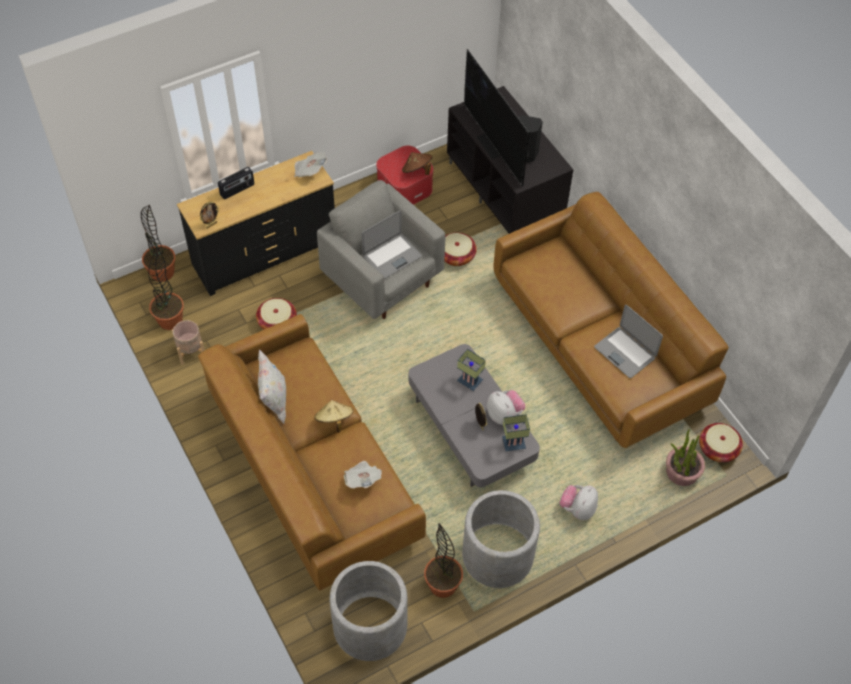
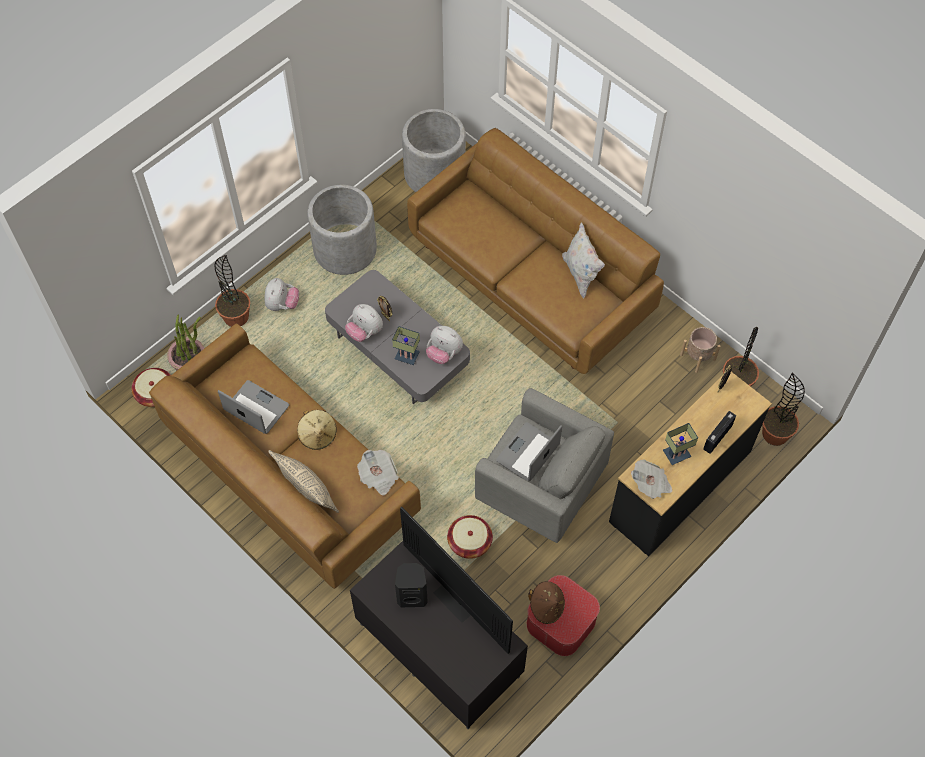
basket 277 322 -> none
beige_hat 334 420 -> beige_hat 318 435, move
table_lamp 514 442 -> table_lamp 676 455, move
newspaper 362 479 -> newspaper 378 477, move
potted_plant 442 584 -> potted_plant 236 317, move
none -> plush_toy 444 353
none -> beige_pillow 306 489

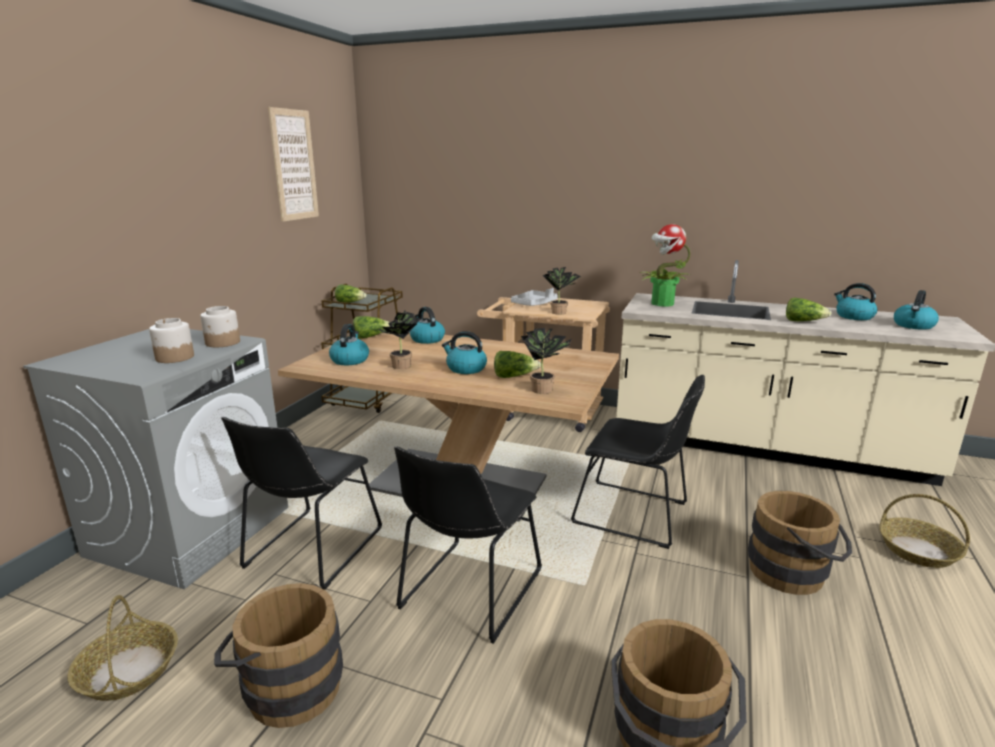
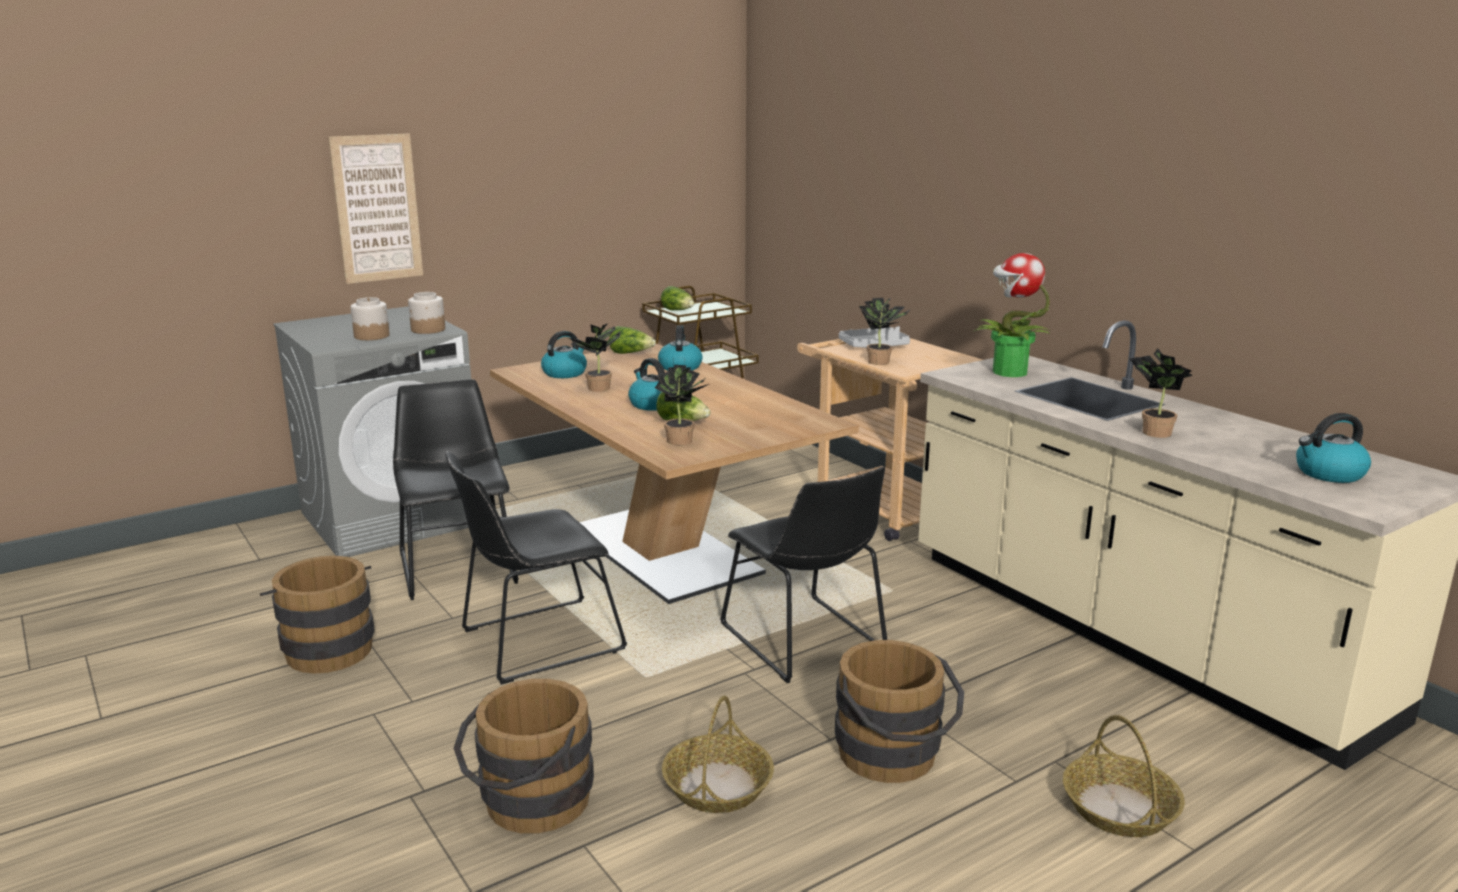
picture 294 165 -> picture 377 208, move
kettle 853 316 -> none
lettuce 803 321 -> potted_plant 1152 432
black_chair 310 551 -> black_chair 457 564, 105 degrees clockwise
basket 129 671 -> basket 718 786, move

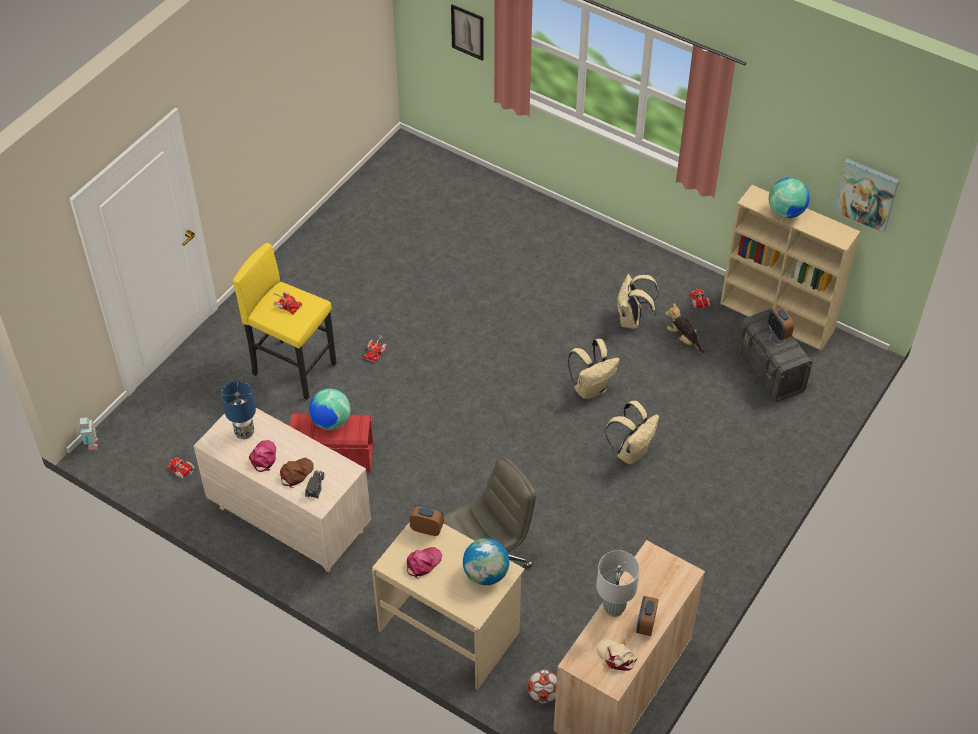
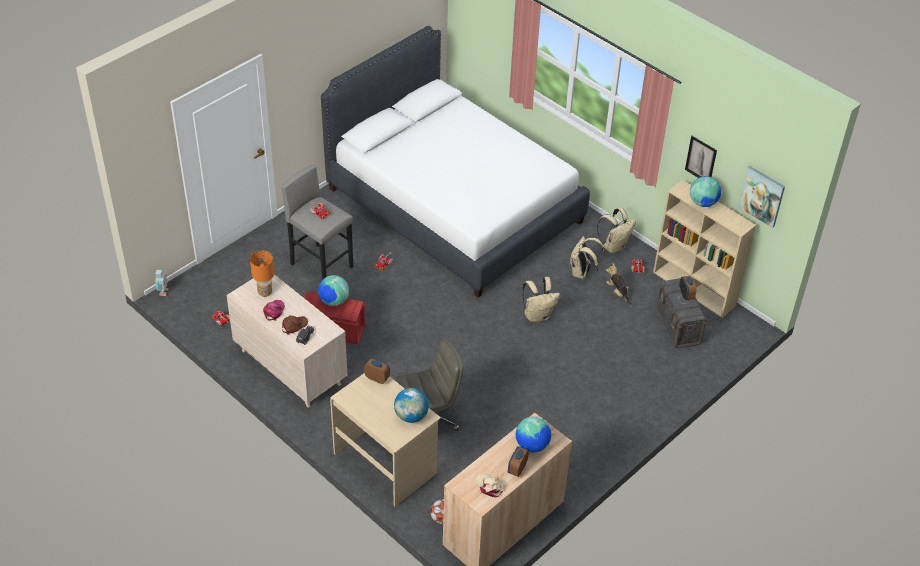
picture 467 32 -> picture 701 159, move
yellow_stool 294 368 -> grey_stool 321 265
blue_table_lamp 244 432 -> orange_table_lamp 265 292
beige_backpack 631 452 -> beige_backpack 614 246, move
pink_cap 423 563 -> none
grey_table_lamp 614 608 -> none
none -> white_bed 454 205
none -> globe 532 445

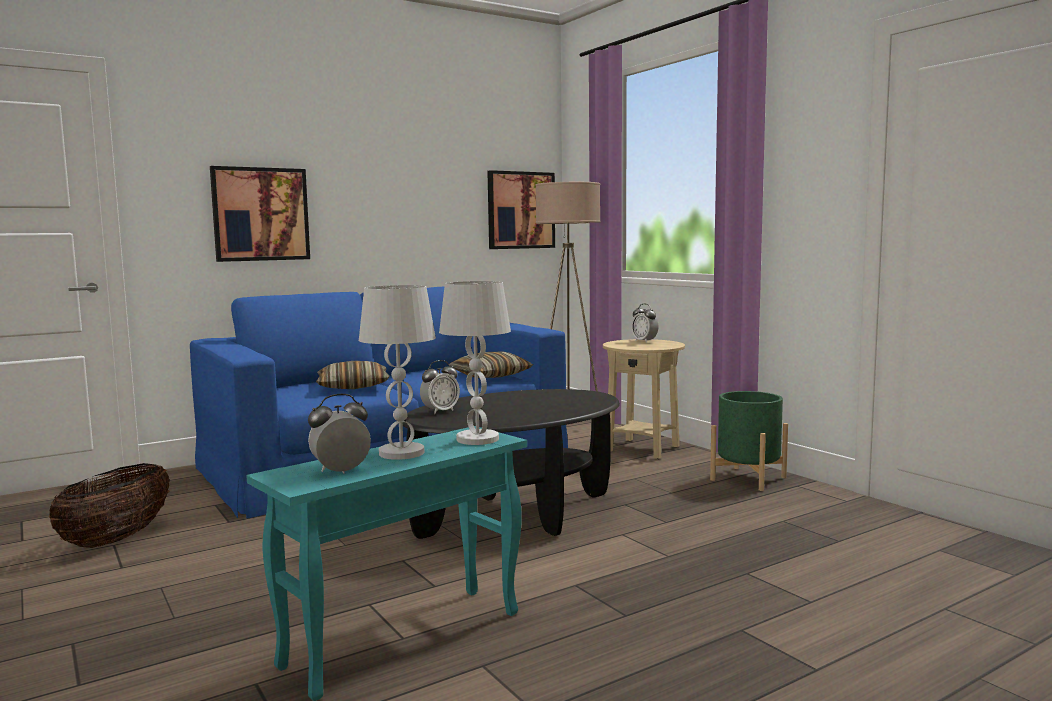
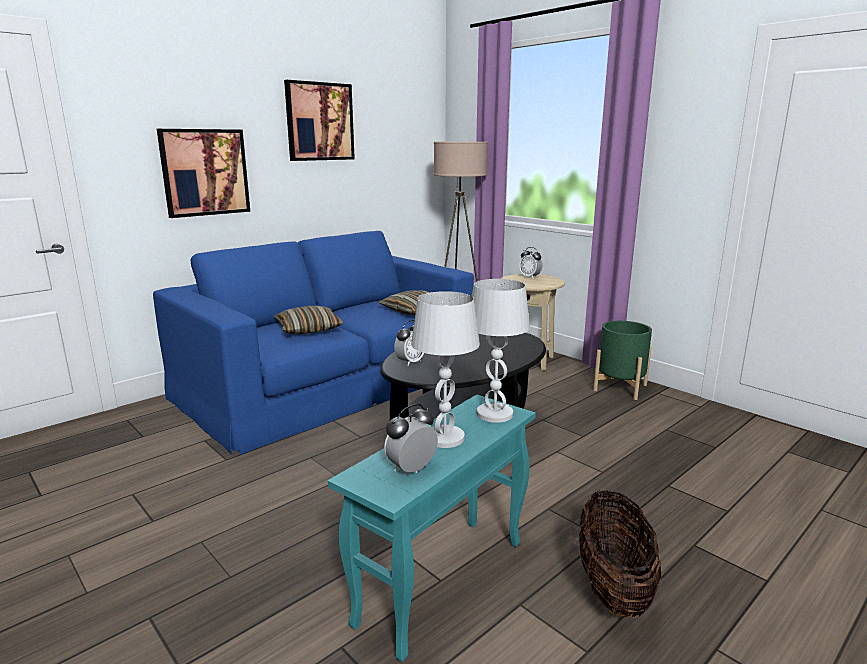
picture 520 210 -> picture 319 122, move
basket 117 539 -> basket 613 586, move

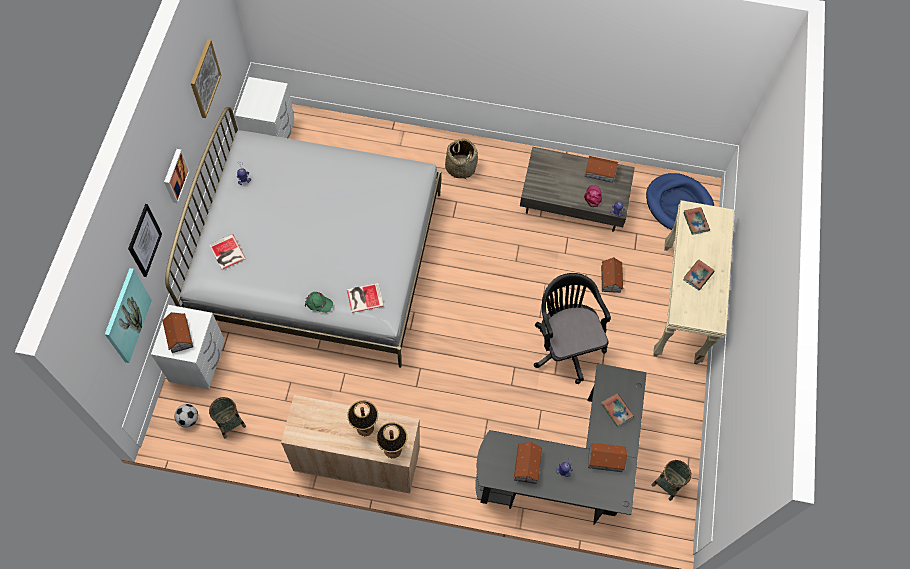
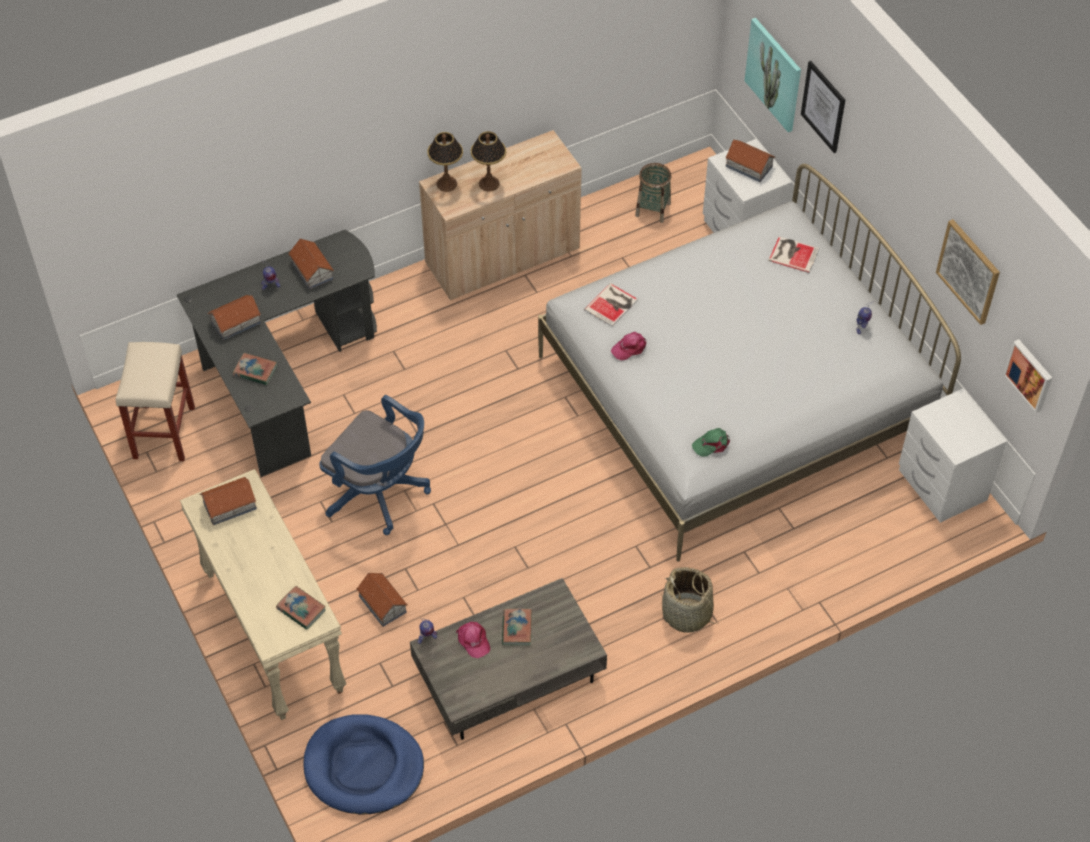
picture 174 175 -> picture 1030 375, move
toy_house 599 171 -> toy_house 230 505, move
book 698 276 -> book 517 628, move
black_office_chair 565 344 -> blue_office_chair 380 494
green_cap 318 303 -> green_cap 712 444, move
football 188 419 -> none
basket 667 484 -> beige_stool 163 431
none -> pink_cap 629 348

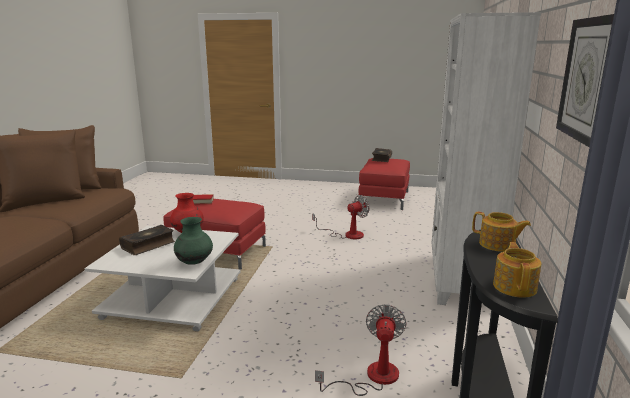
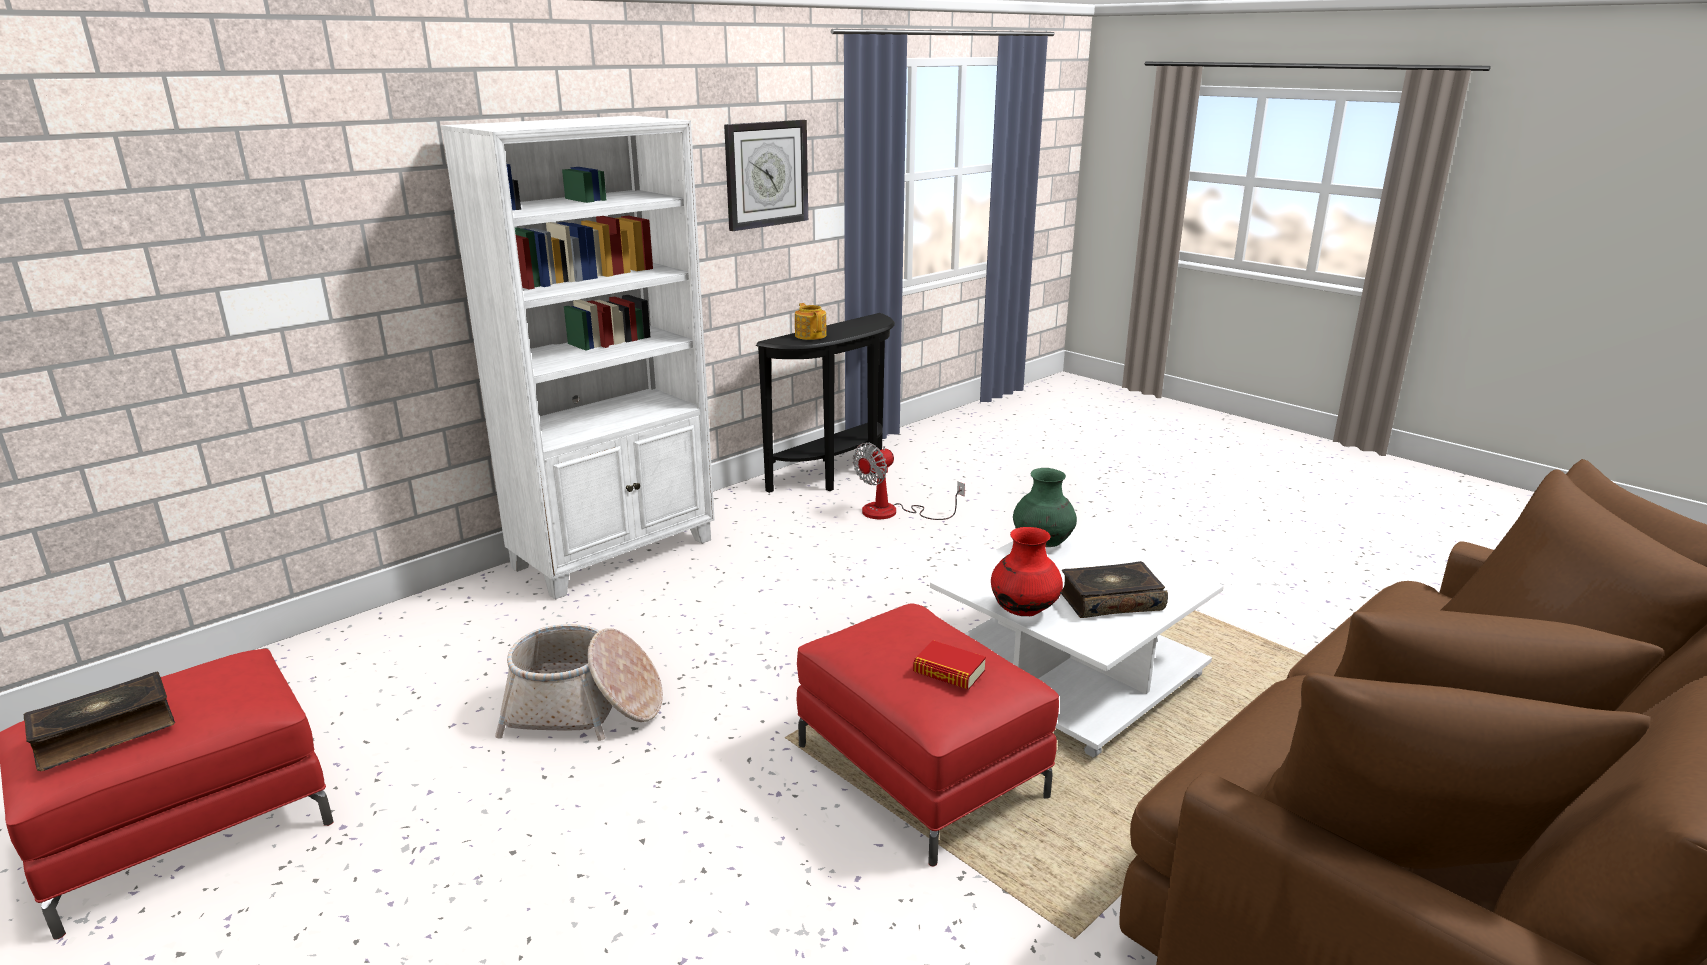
fan 347 234 -> basket 584 709
teapot 515 286 -> none

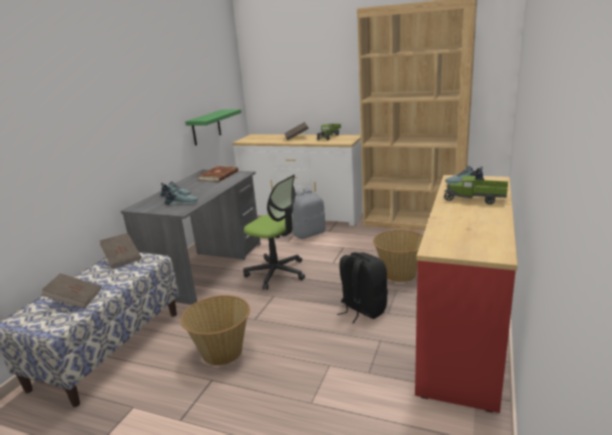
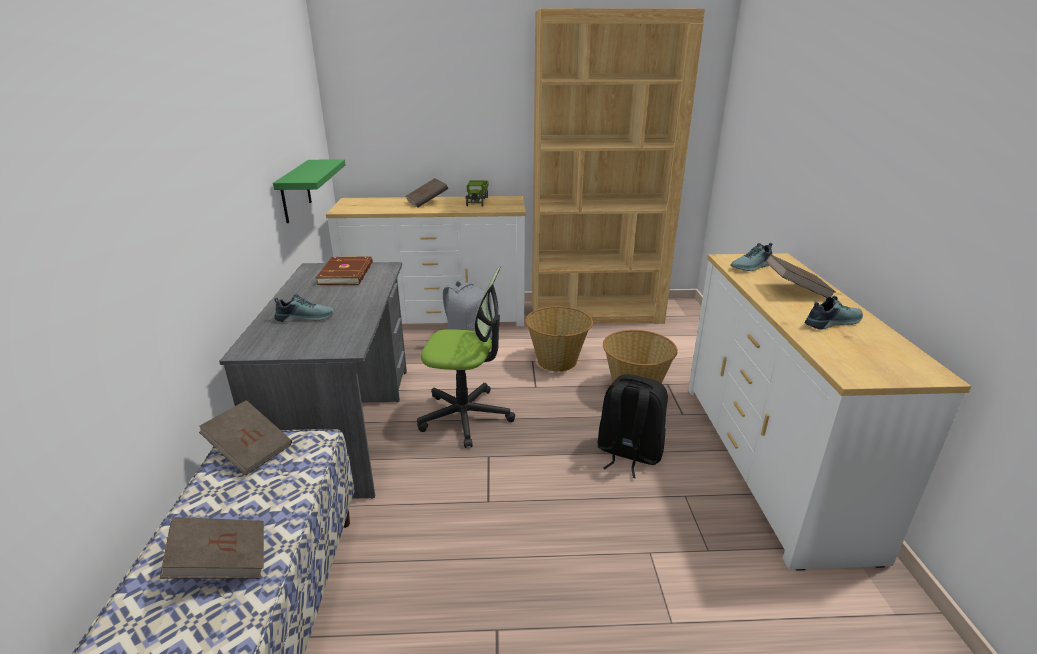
red_dresser 464 332 -> white_dresser 770 461
toy_truck 475 199 -> brown_book 796 290
shoe 182 203 -> shoe 830 322, move
basket 222 353 -> basket 557 361, move

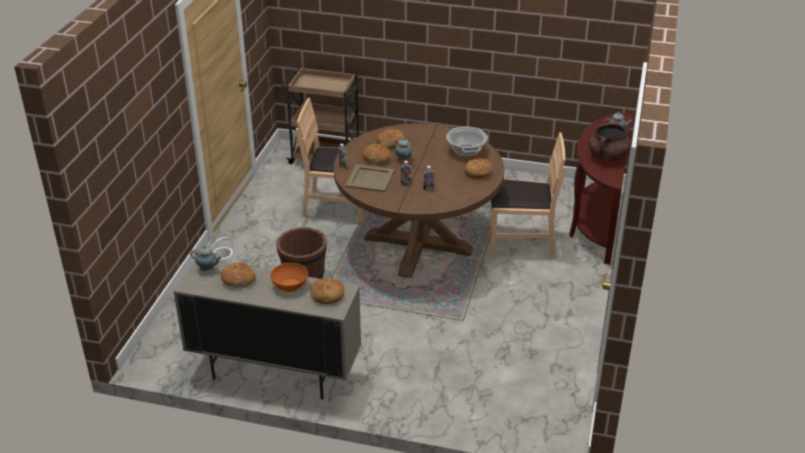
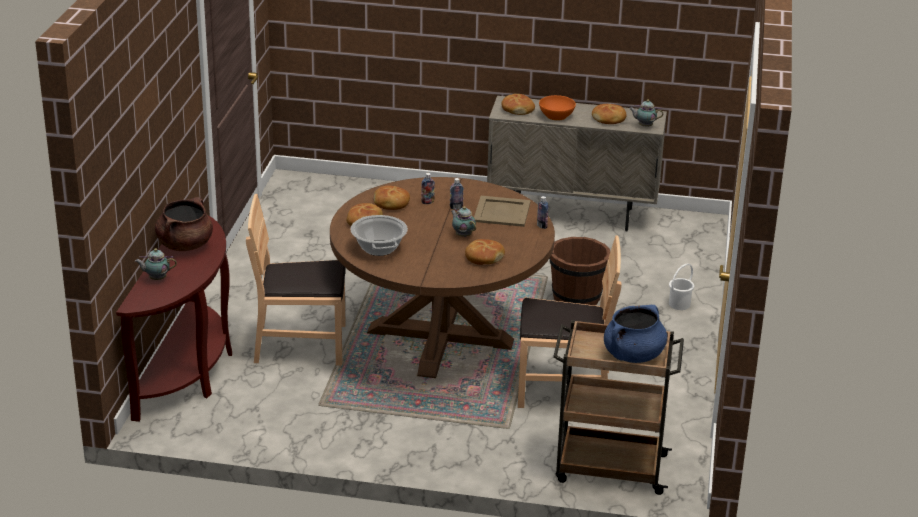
bread 377 158 -> bread 391 203, move
none -> blue_cooking_pot 633 355

